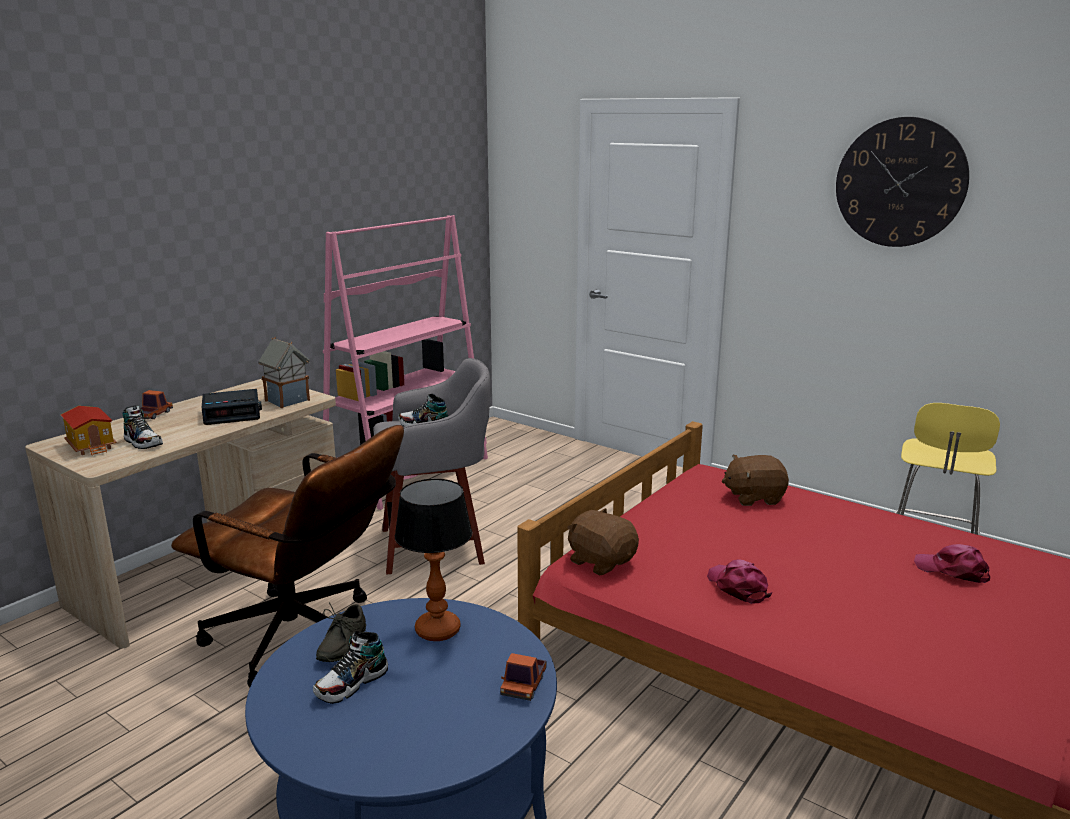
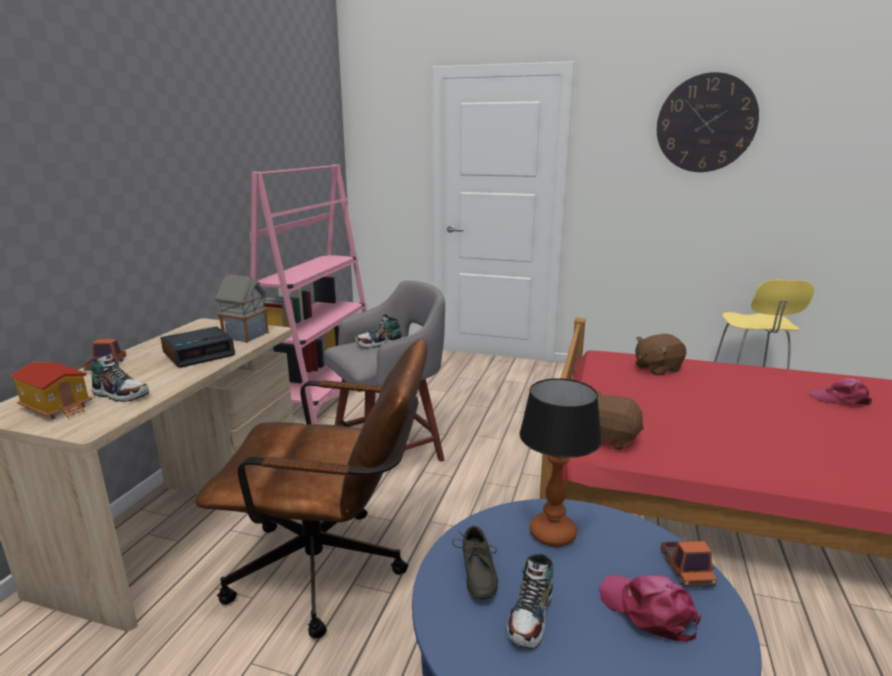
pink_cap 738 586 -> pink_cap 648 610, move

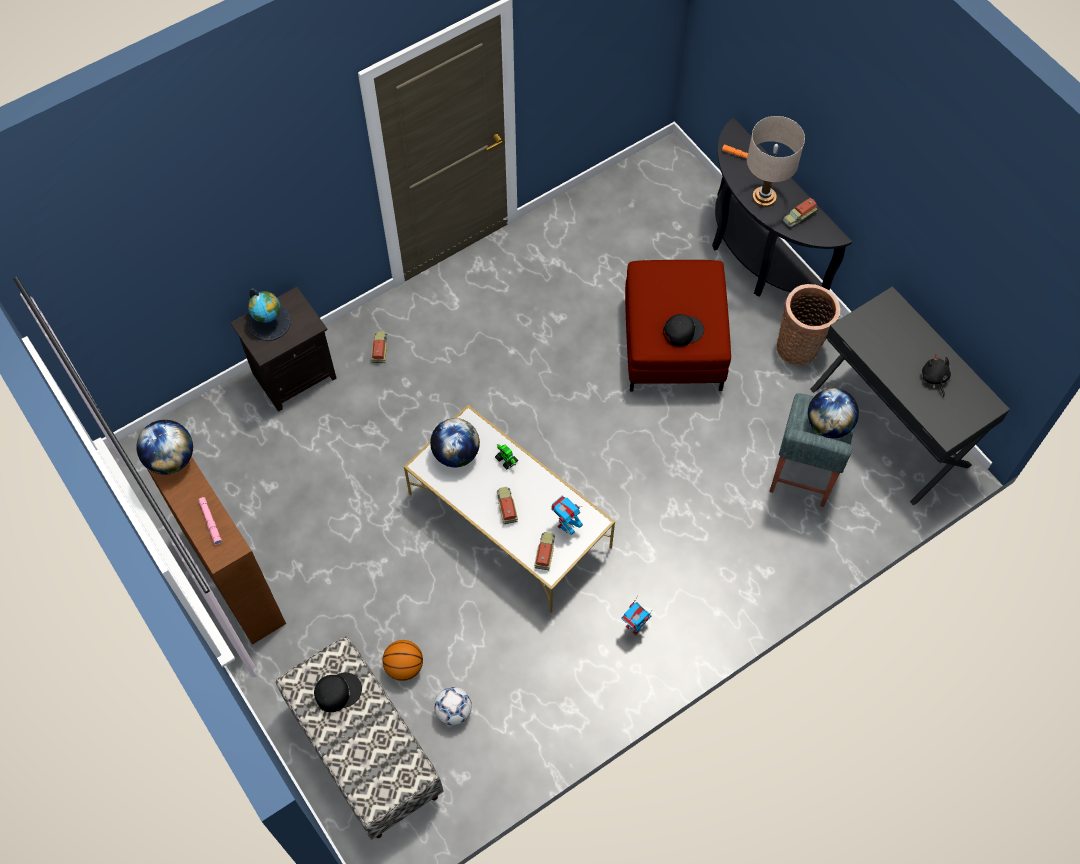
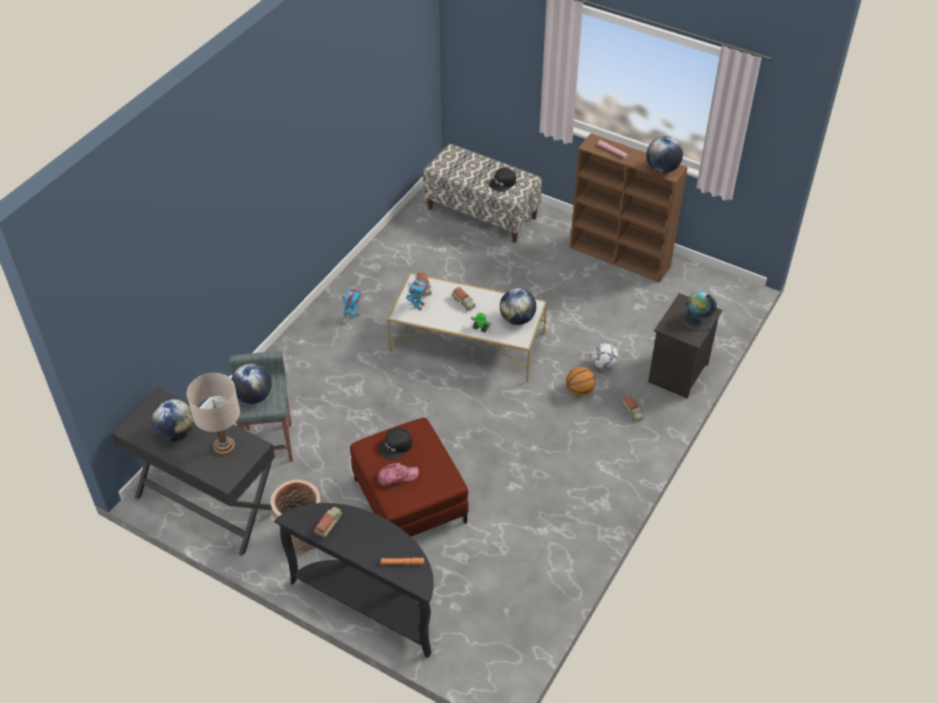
beige_table_lamp 764 198 -> beige_table_lamp 224 446, move
black_plush_toy 934 378 -> globe 176 433
basketball 404 666 -> basketball 580 391, move
football 454 711 -> football 603 364, move
none -> cap 397 476

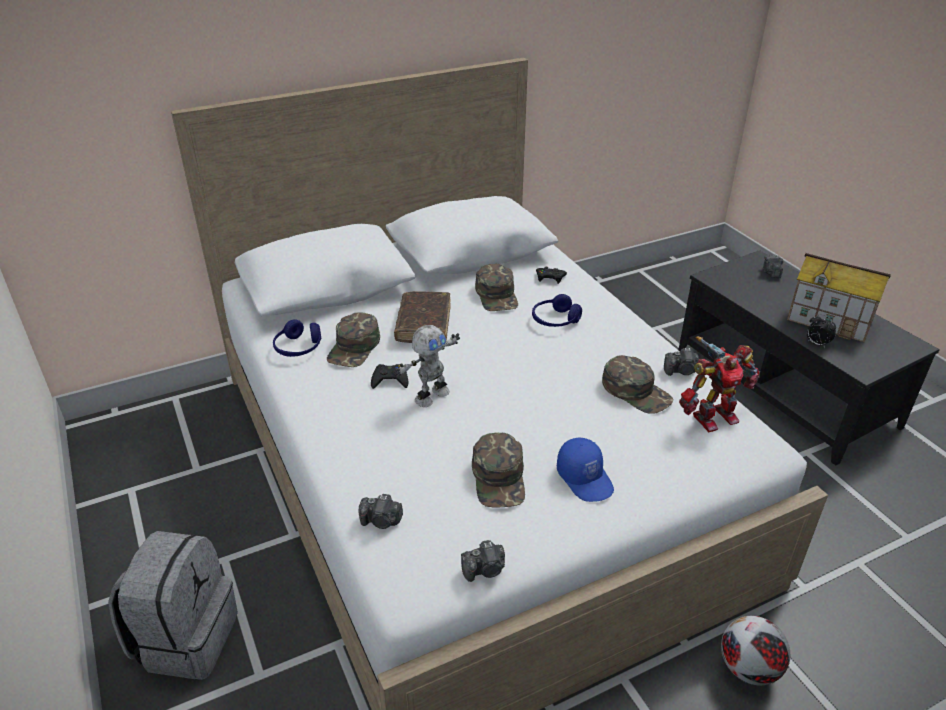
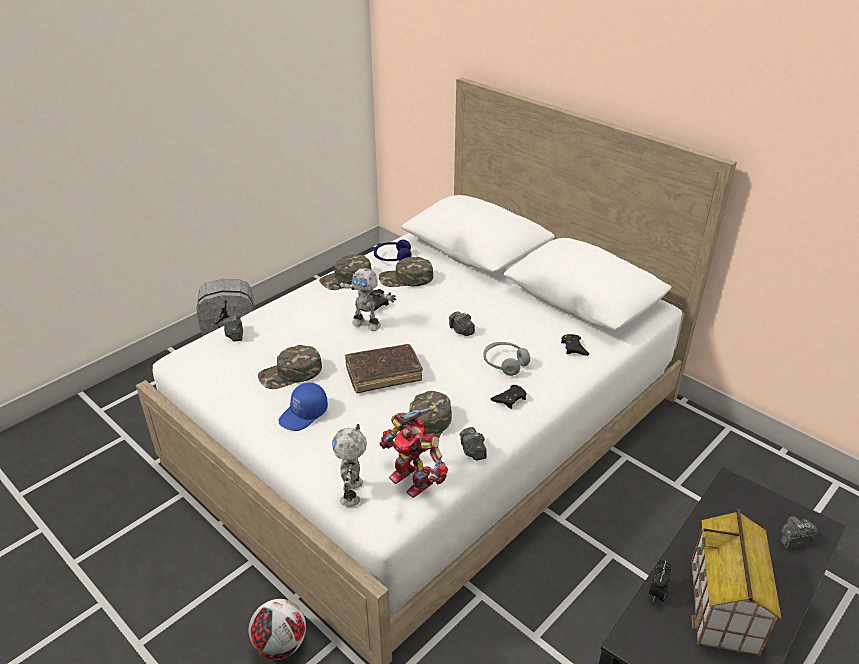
green_cap 497 295 -> green_cap 346 278, move
brown_book 423 324 -> brown_book 383 373, move
blue_headphones 555 320 -> grey_headphones 505 363
photo_camera 485 570 -> photo_camera 461 330, move
none -> black_game_controller 509 399
none -> toy_robot 353 492

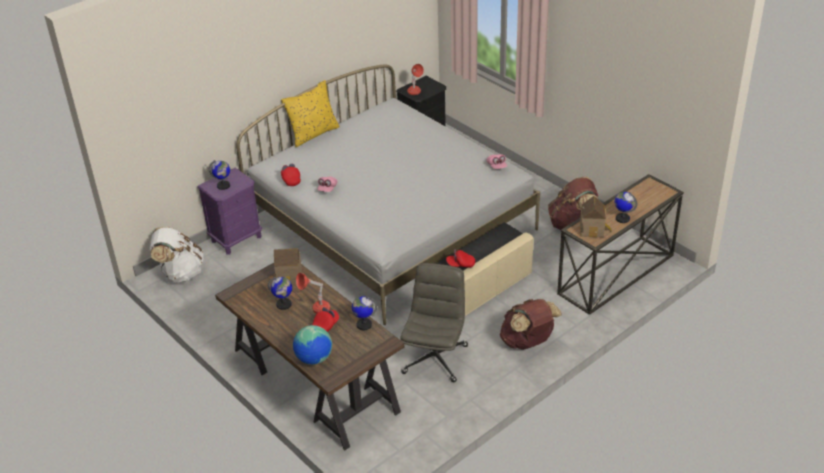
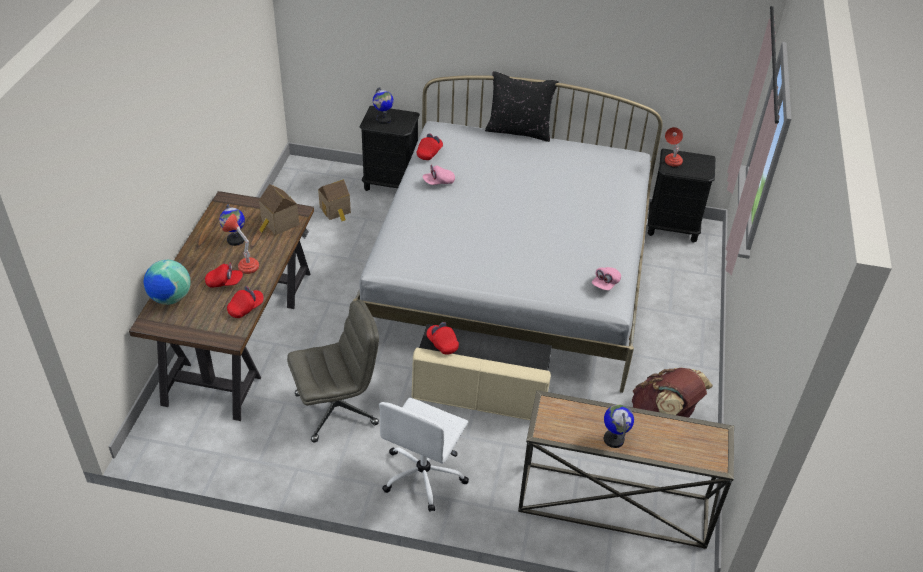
yellow_pillow 313 134 -> black_pillow 519 131
purple_nightstand 236 239 -> black_nightstand 391 183
toy_house 593 229 -> toy_house 336 211, move
white_backpack 181 273 -> none
globe 364 325 -> red_cap 246 308
brown_backpack 528 342 -> white_office_chair 424 475

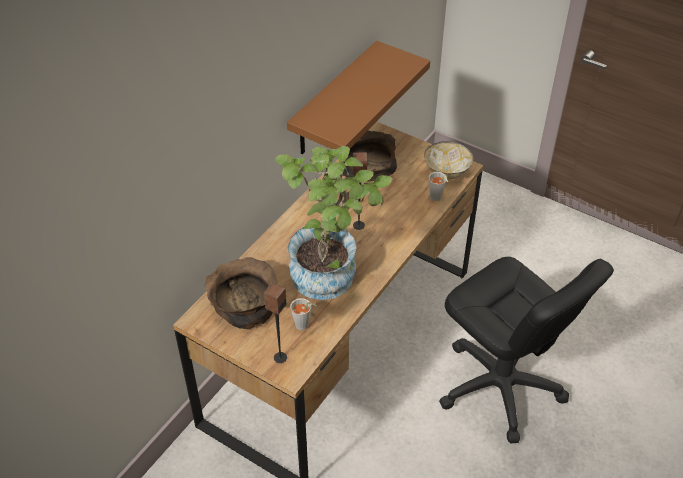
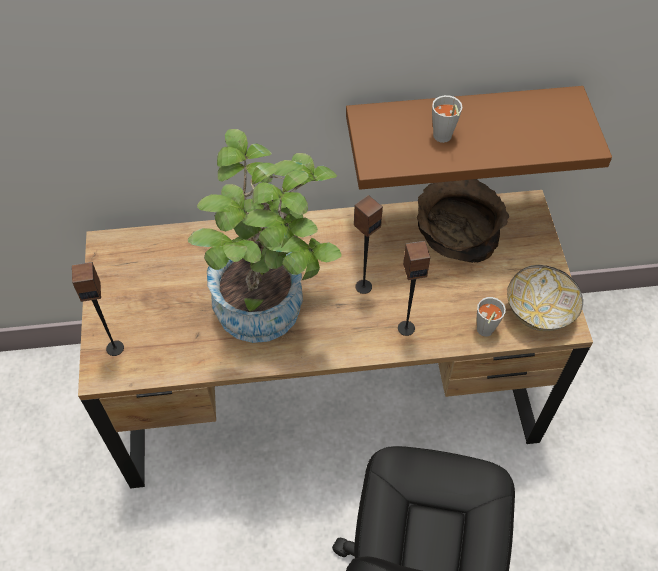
brown_bowl 244 303 -> none
grey_cup 304 326 -> grey_cup 443 139, move
none -> speaker 406 328

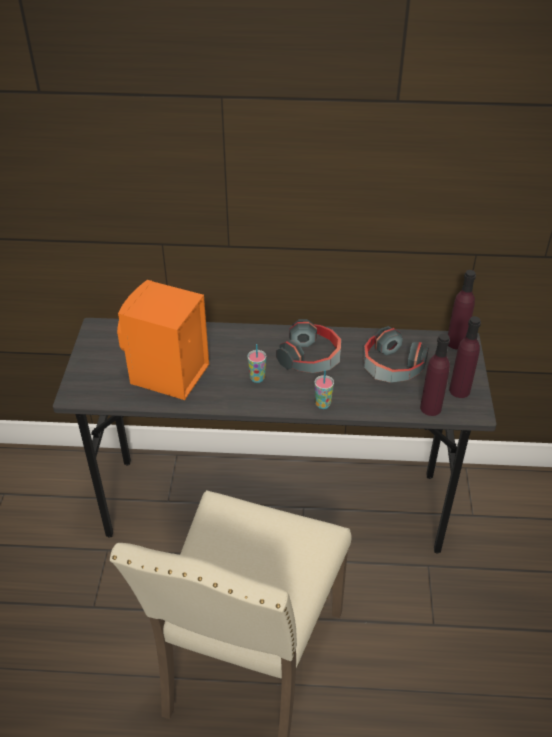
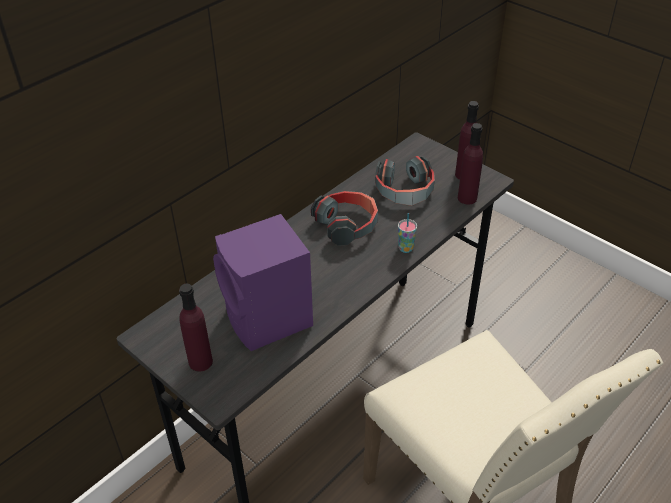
purple_bottle 456 343 -> purple_bottle 200 362, move
orange_speaker 167 376 -> purple_speaker 269 321
cup 257 378 -> none

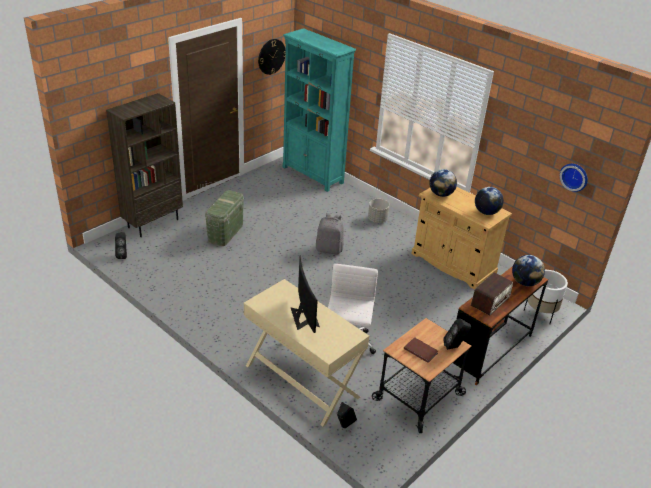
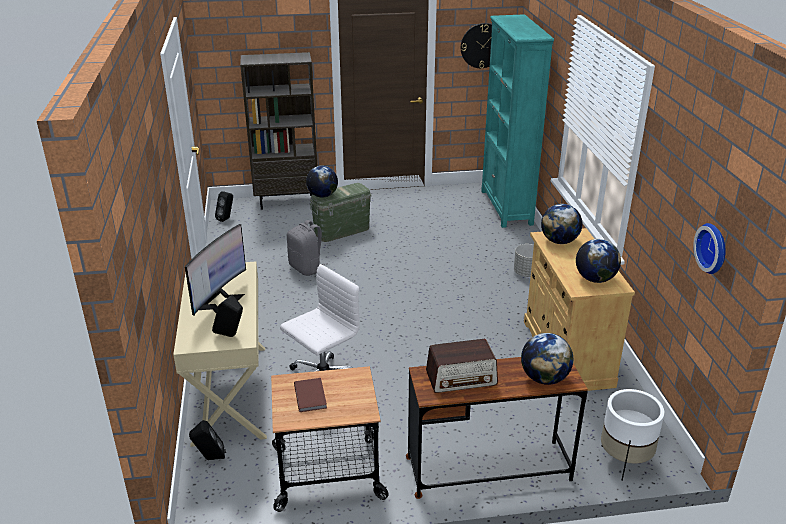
grey_backpack 329 249 -> grey_backpack 307 268, move
black_speaker 455 347 -> black_speaker 231 336, move
none -> globe 322 195

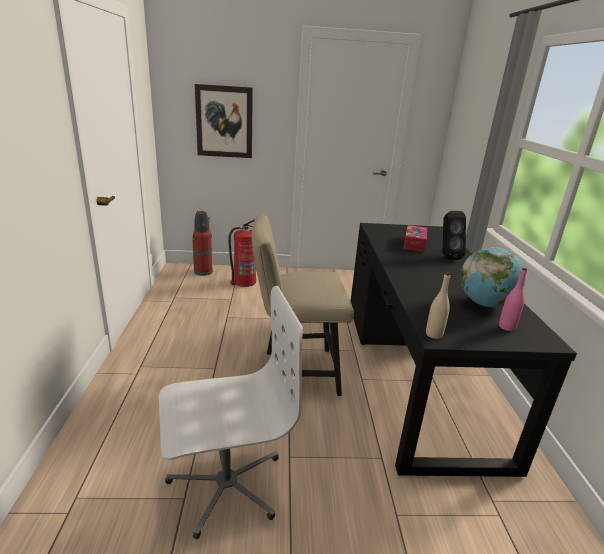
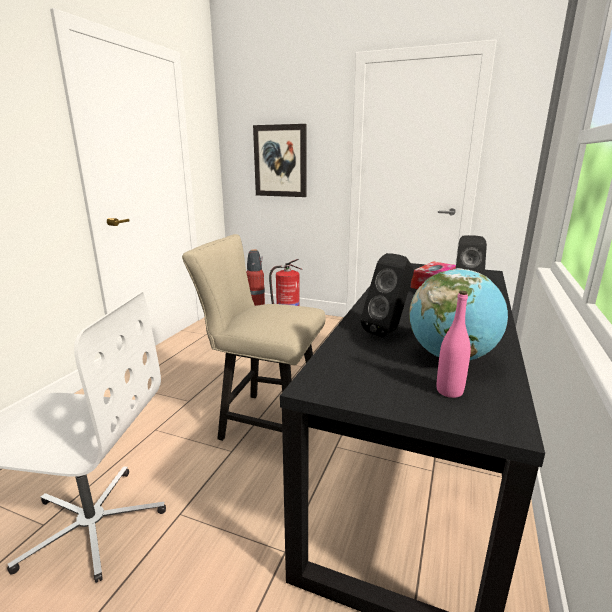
beige_bottle 434 335 -> none
none -> black_speaker 388 331

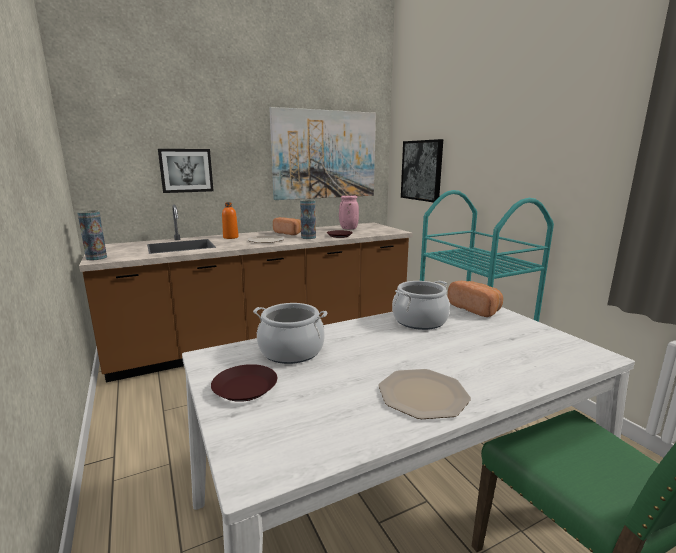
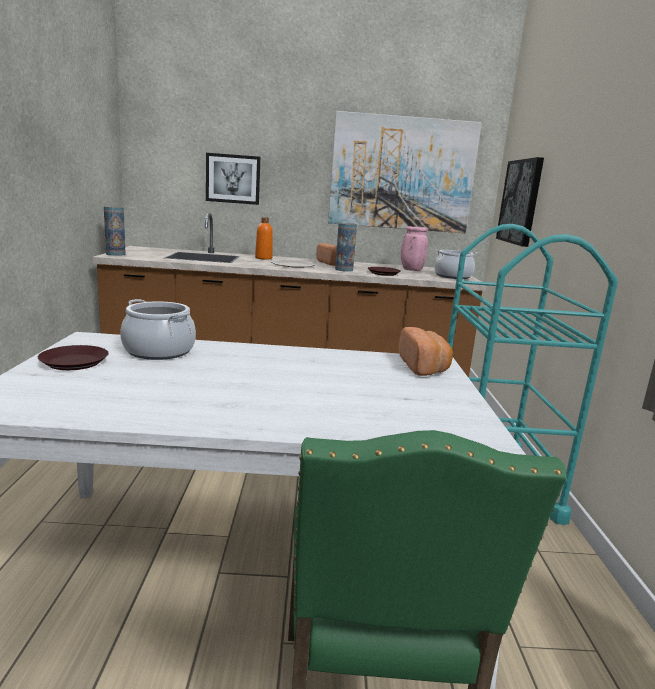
cooking_pot 420 321 -> cooking_pot 452 276, move
plate 423 394 -> none

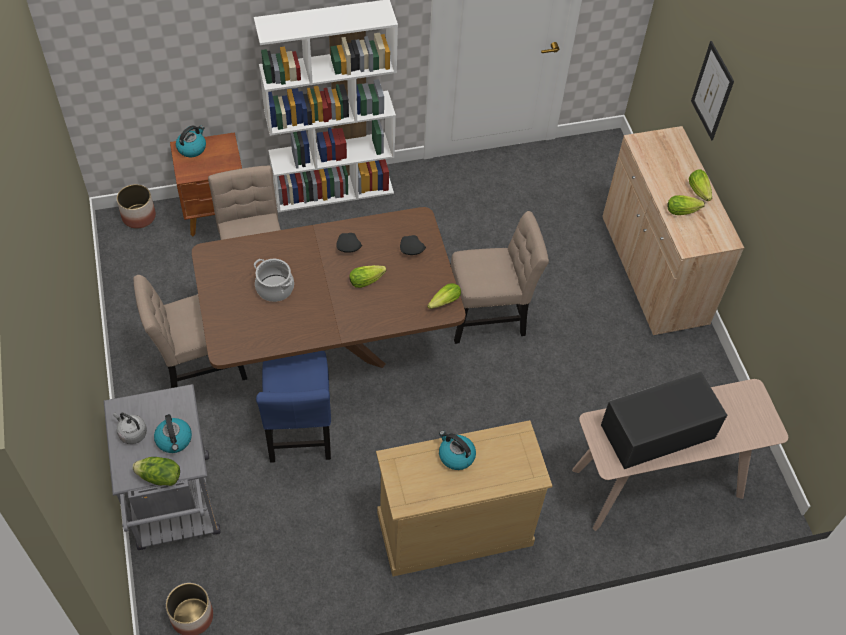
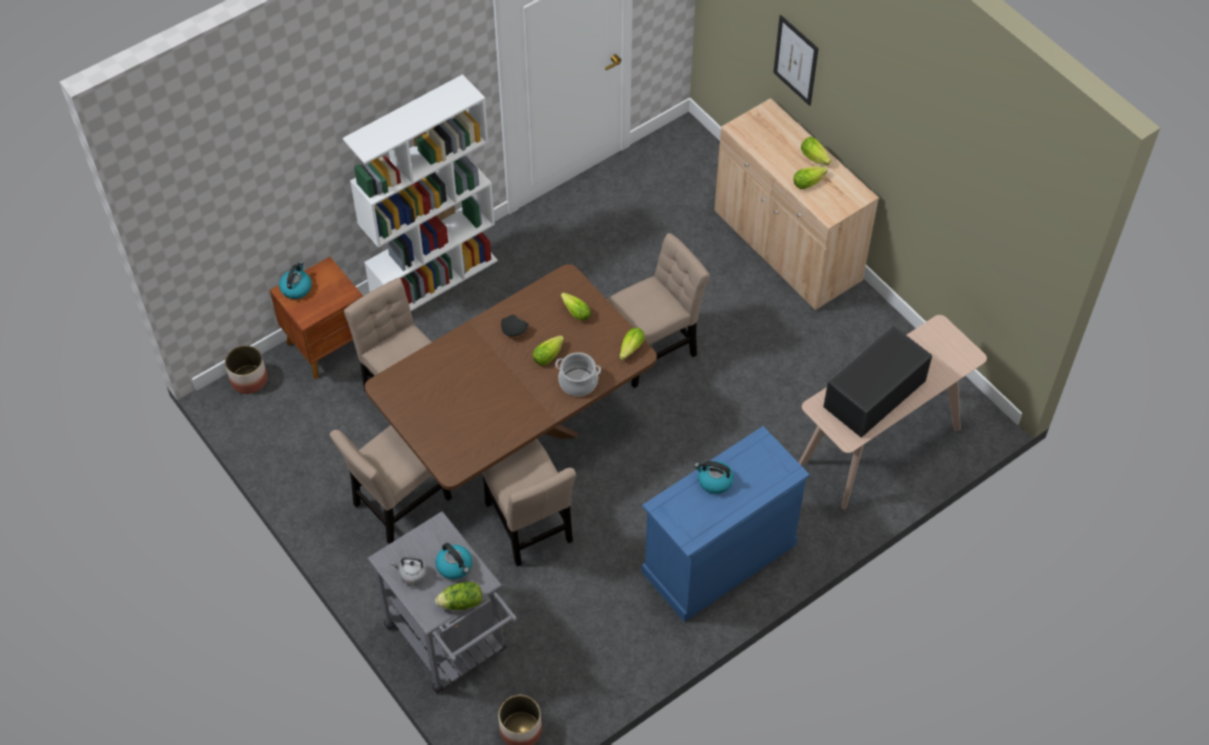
black_plate 411 250 -> lettuce 574 311
cooking_pot 275 288 -> cooking_pot 578 382, move
blue_chair 300 431 -> beige_chair 530 527
beige_dresser 454 528 -> blue_dresser 718 558

